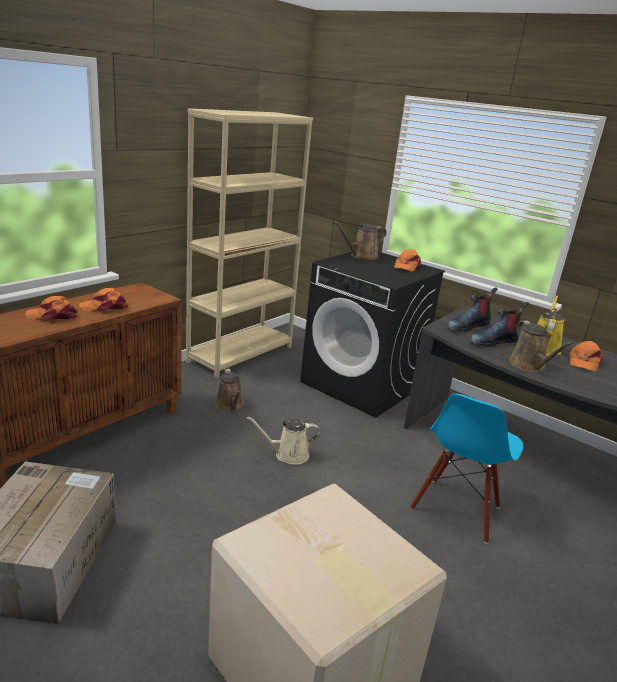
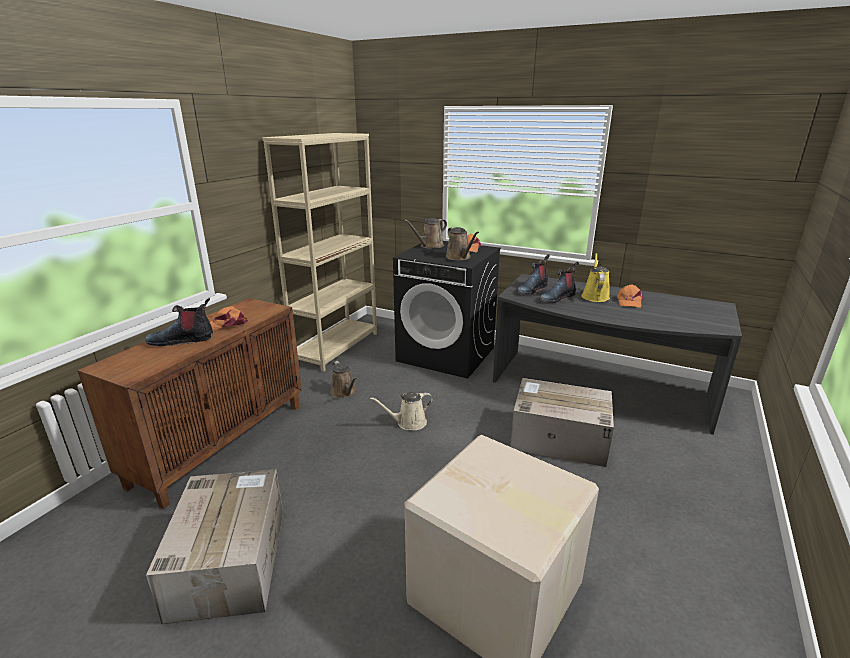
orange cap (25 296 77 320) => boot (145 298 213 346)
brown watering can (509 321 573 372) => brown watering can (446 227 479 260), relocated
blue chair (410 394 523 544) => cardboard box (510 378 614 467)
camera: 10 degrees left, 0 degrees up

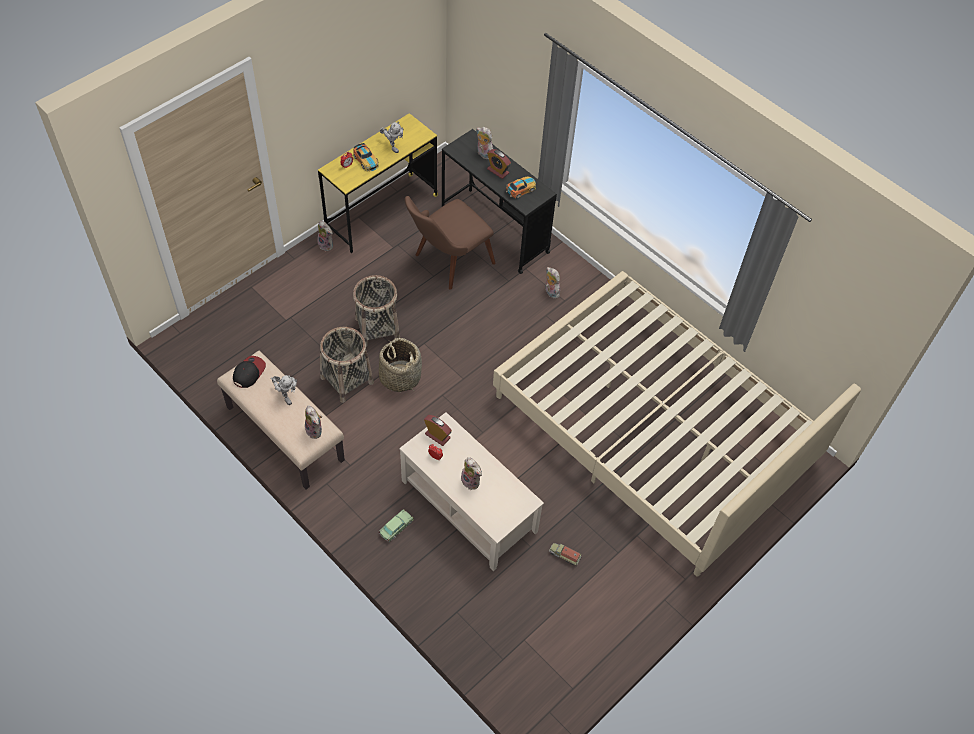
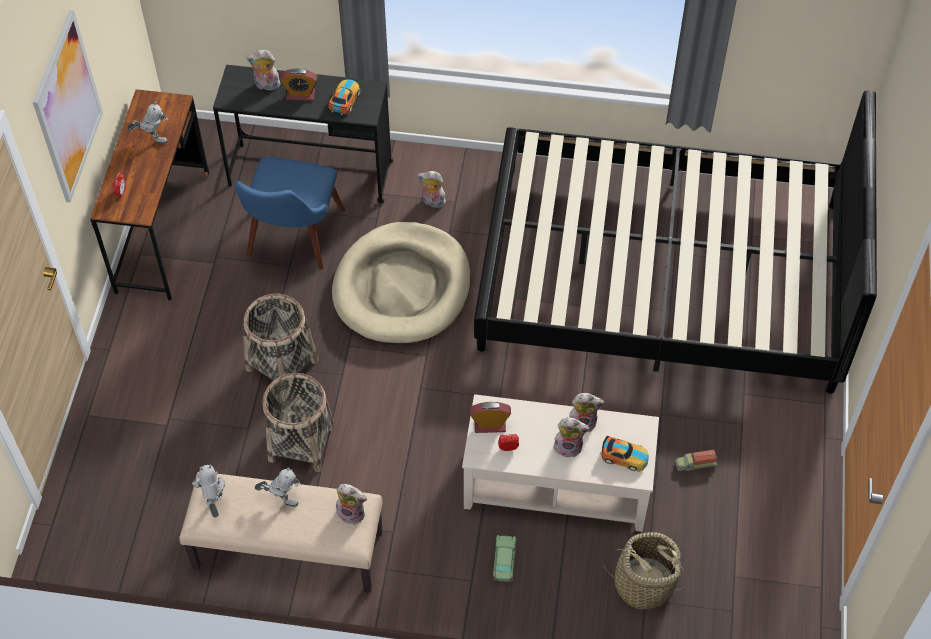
yellow desk (318 113 438 253) => brown desk (90 89 209 300)
toy car (353 143 379 172) => toy car (600 436 649 472), relocated
brown chair (405 196 496 290) => blue chair (234 157 345 269)
plush toy (317 221 333 251) => plush toy (569 393 604 432), relocated
beige bed (493 271 861 577) => black bed (474 91 877 394)
basket (379 338 422 392) => basket (602 532 686 610), relocated
cap (233 356 266 388) => toy robot (192 464 225 518)
nothing => picture (33 10 103 203)
nothing => beige dog bed (332 222 470 345)
camera: 35 degrees left, 0 degrees up

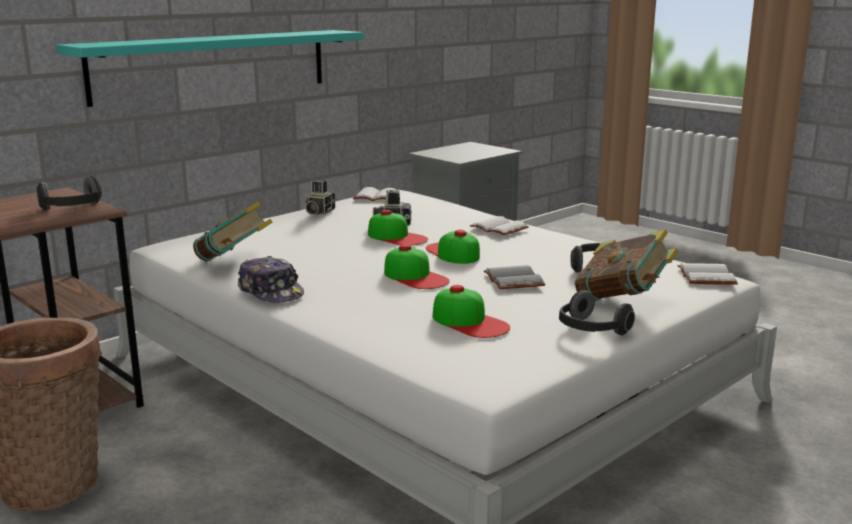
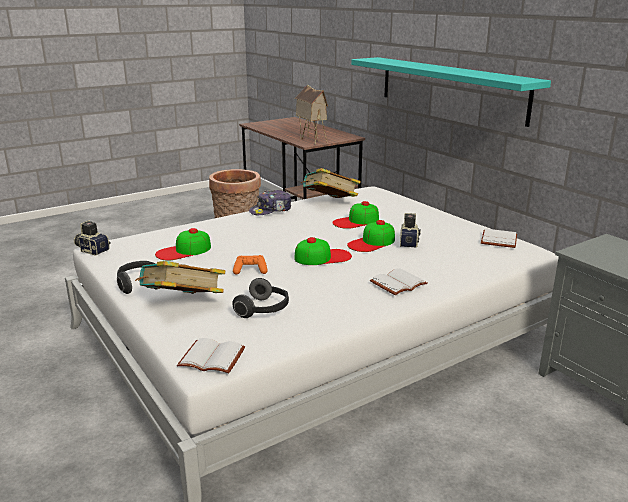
headphones (36 176 102 210) => toy house (295 84 328 145)
photo camera (305 180 335 215) => photo camera (74 220 111 256), relocated
cap (384 244 449 289) => cap (332 201 379 229), relocated
grey book (484 265 546 289) => orange game controller (233 255 268 275)
camera: 100 degrees right, 5 degrees up

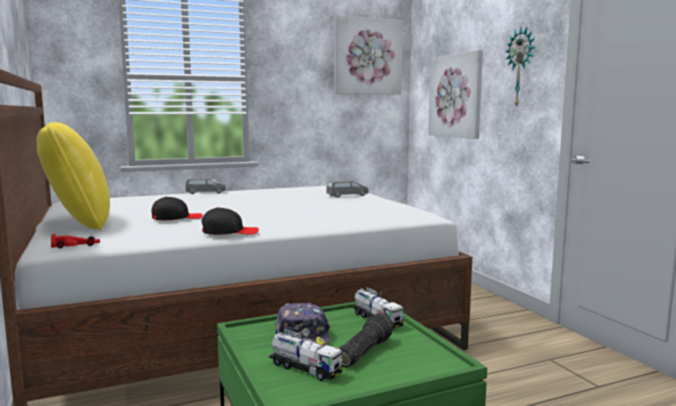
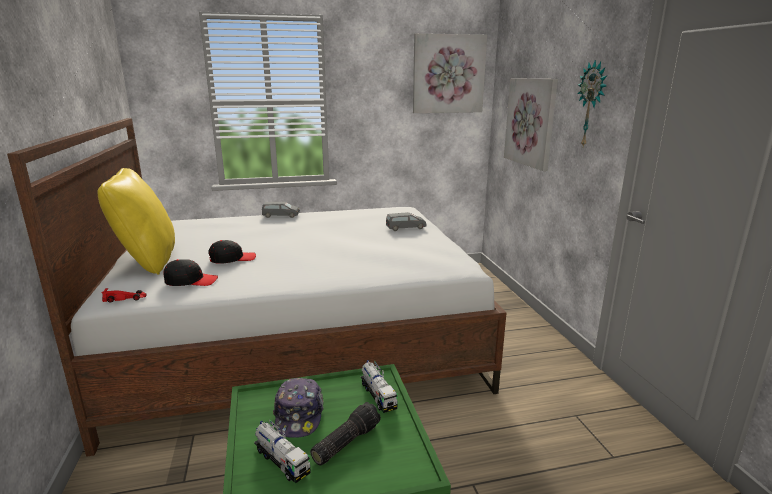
black cap (201 207 259 235) => black cap (163 259 218 286), relocated
camera: 10 degrees right, 10 degrees up

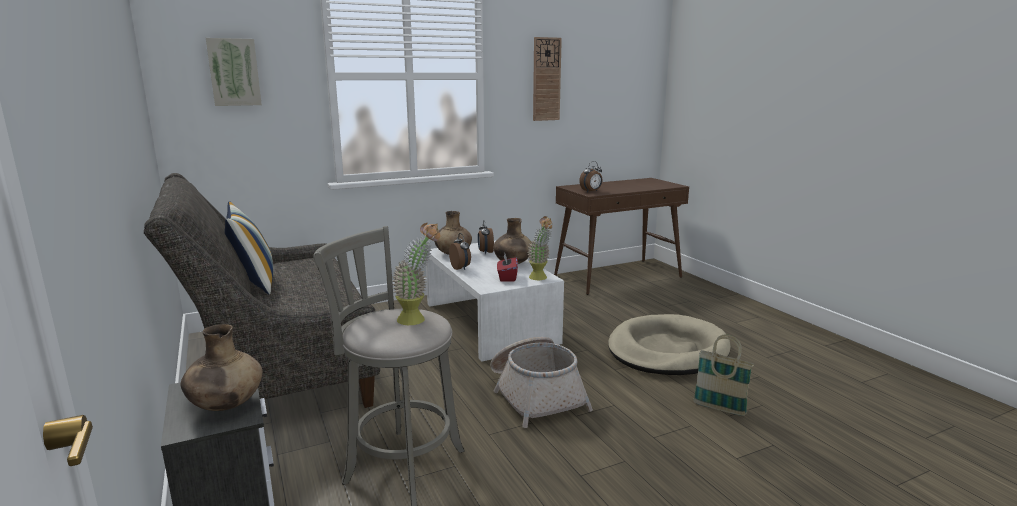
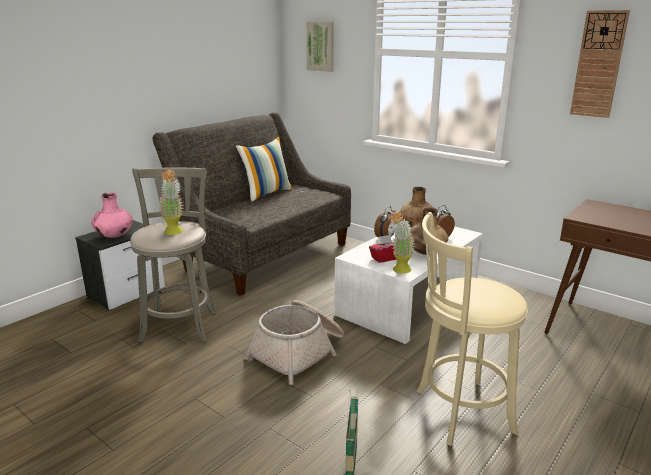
alarm clock (579 161 602 193) => nothing
beige dog bed (608 314 731 375) => beige stool (417 212 528 446)
brown vase (181 324 263 411) => pink vase (91 192 133 238)
camera: 65 degrees right, 5 degrees up

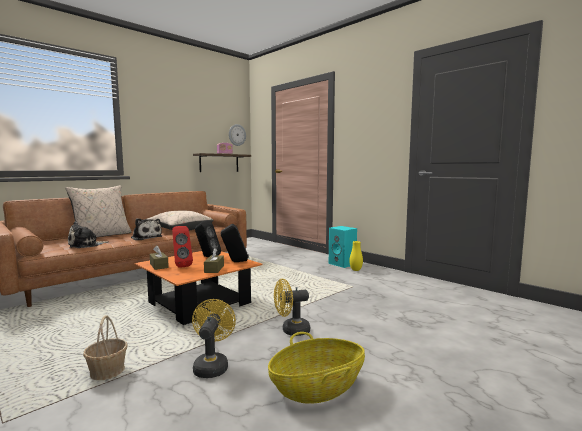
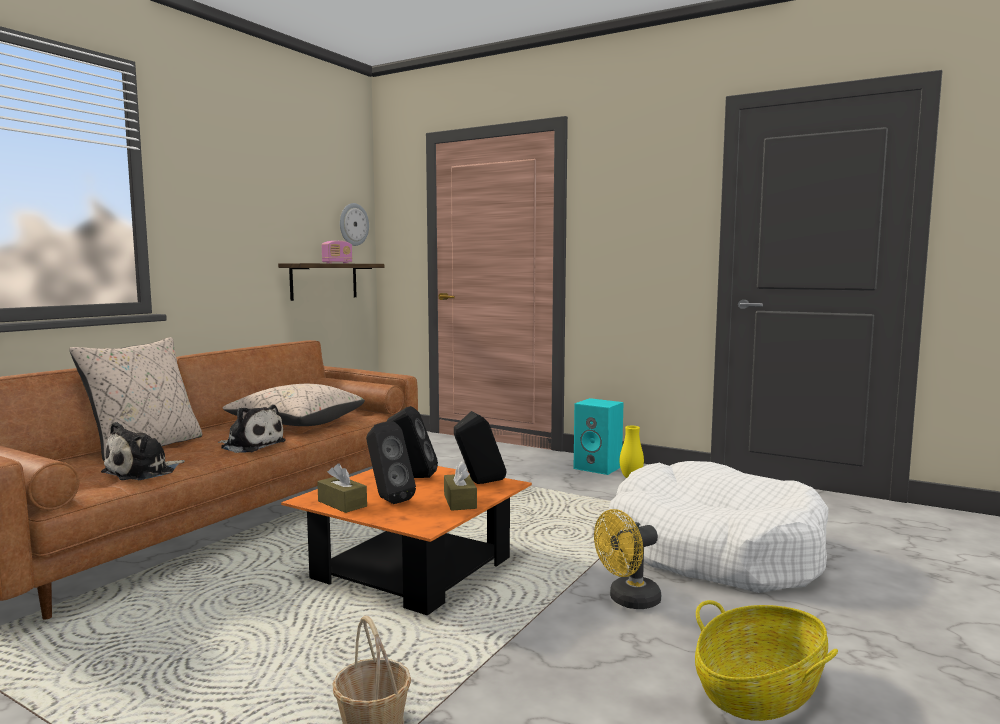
red speaker (172 226 193 268) => black speaker (366 422 416 504)
yellow fan (192 299 236 378) => nothing
nothing => white dog bed (609 461 829 593)
camera: 15 degrees left, 0 degrees up

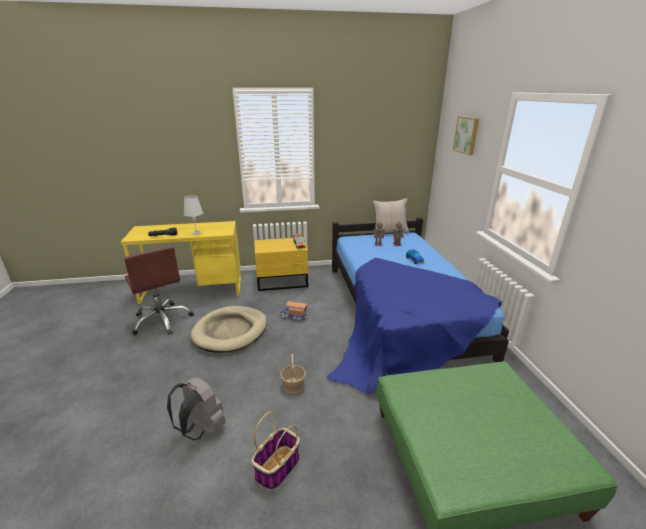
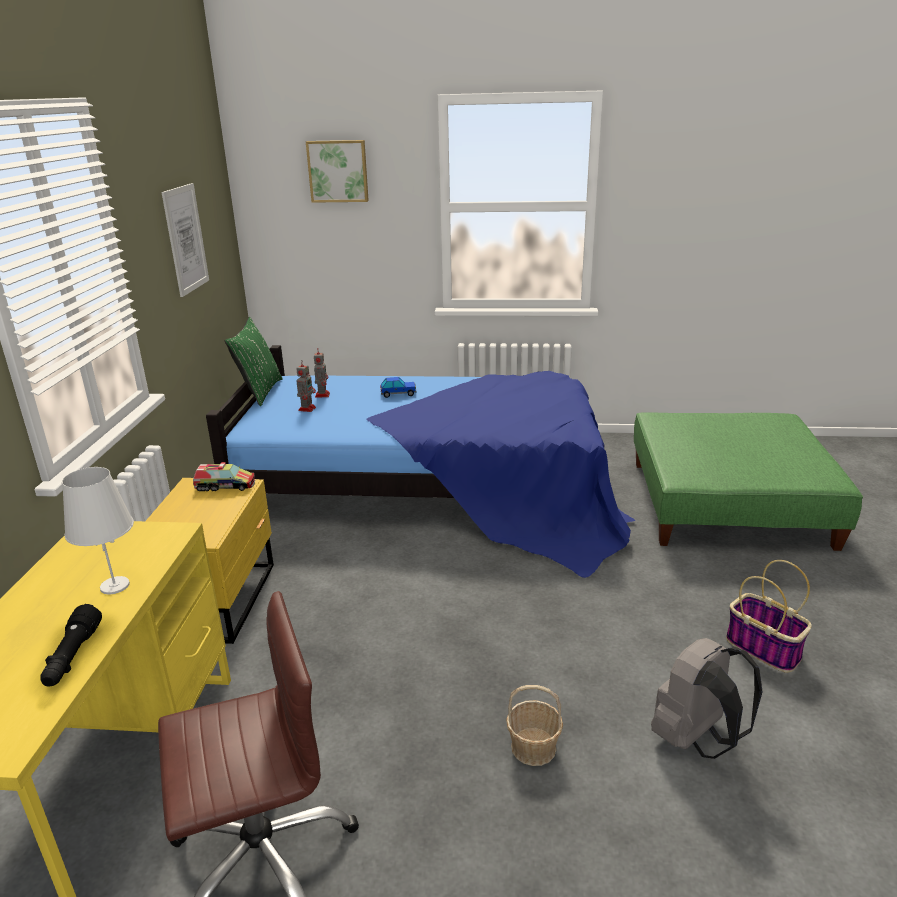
beige pillow (372 198 409 233) => green pillow (225 317 282 406)
toy truck (279 301 308 320) => nothing
beige dog bed (190 306 267 353) => nothing
basket (280 354 306 394) => basket (506 685 563 766), relocated
nothing => picture (161 183 209 297)
camera: 75 degrees left, 0 degrees up

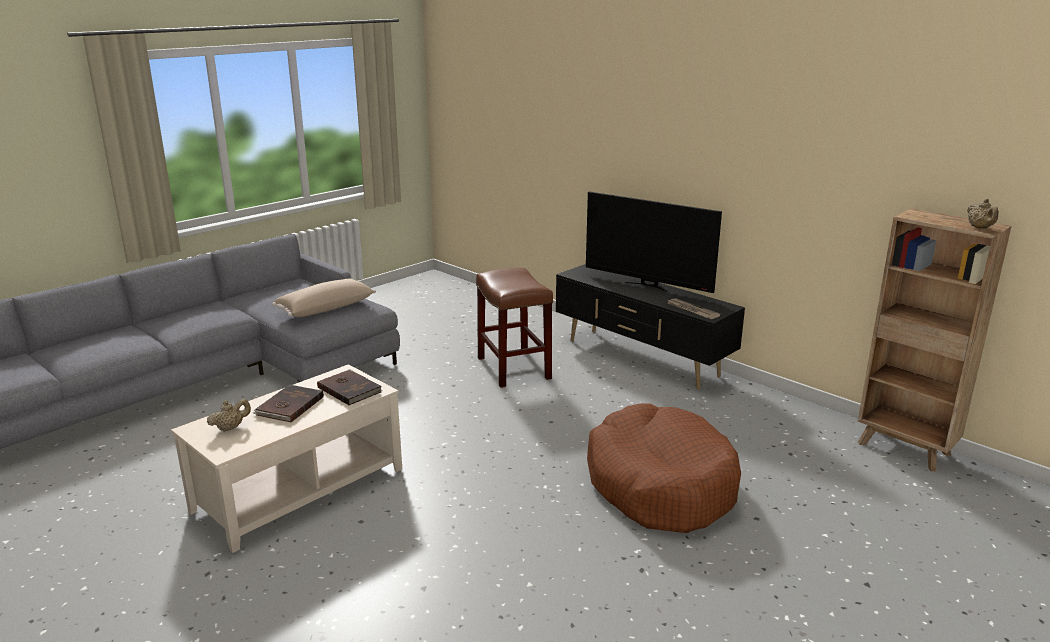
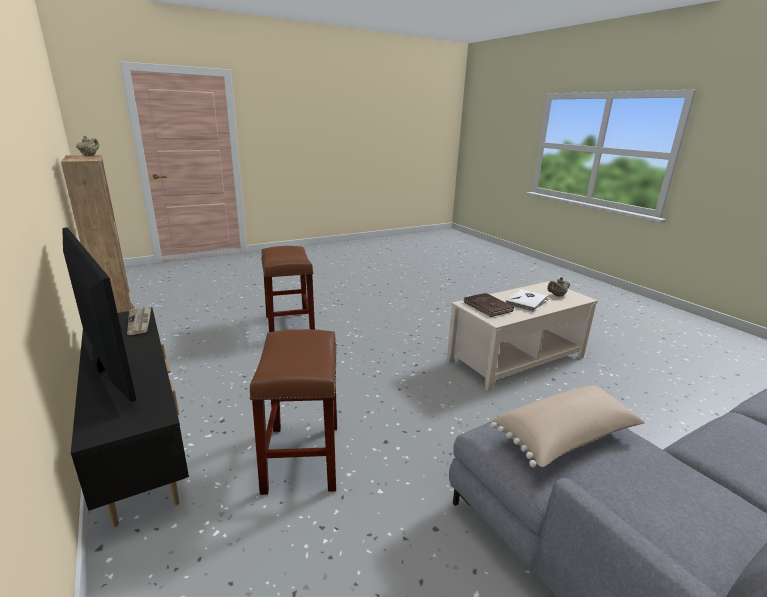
brown book (253 385 324 422) => white book (506 289 549 312)
brown dog bed (587 403 741 533) => brown stool (261 246 315 332)
camera: 165 degrees left, 0 degrees up

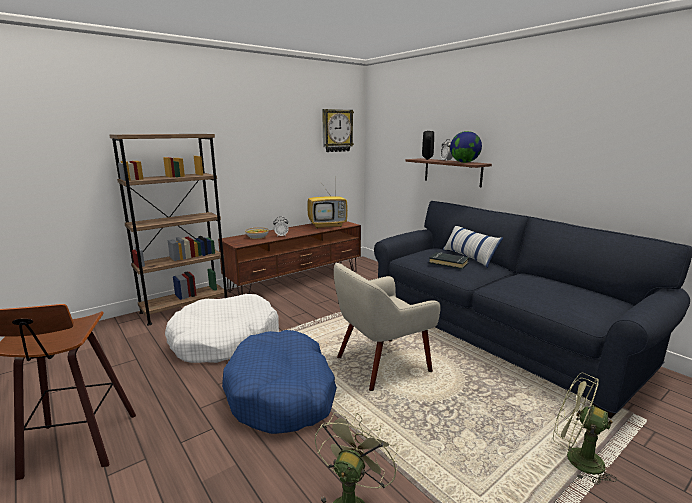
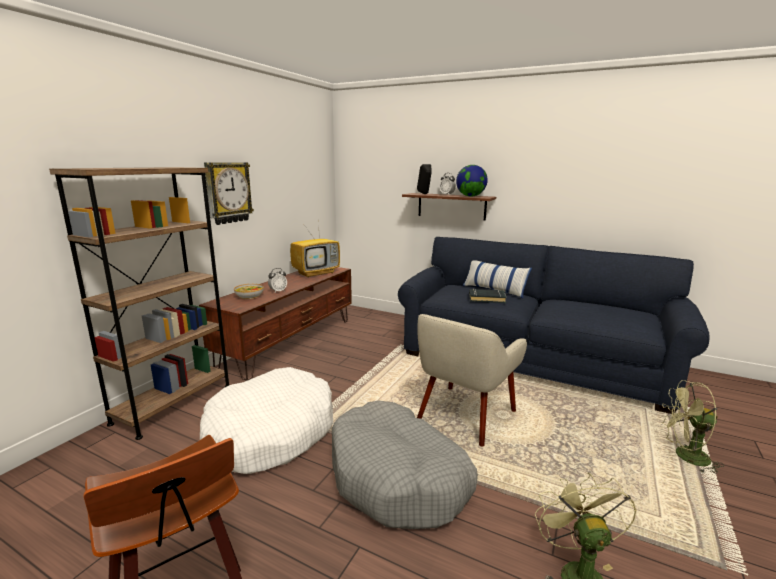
wall clock (322 109 354 152) => wall clock (204 162 254 225), relocated
blue dog bed (222 330 337 434) => grey dog bed (332 401 478 529)
camera: 25 degrees left, 0 degrees up

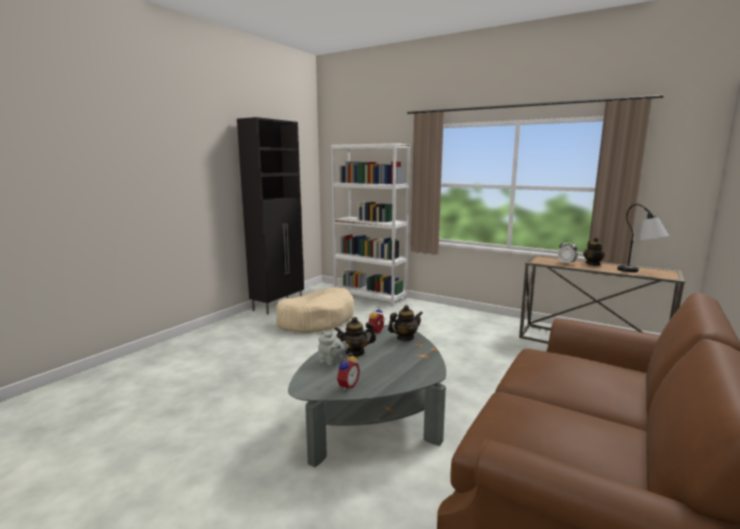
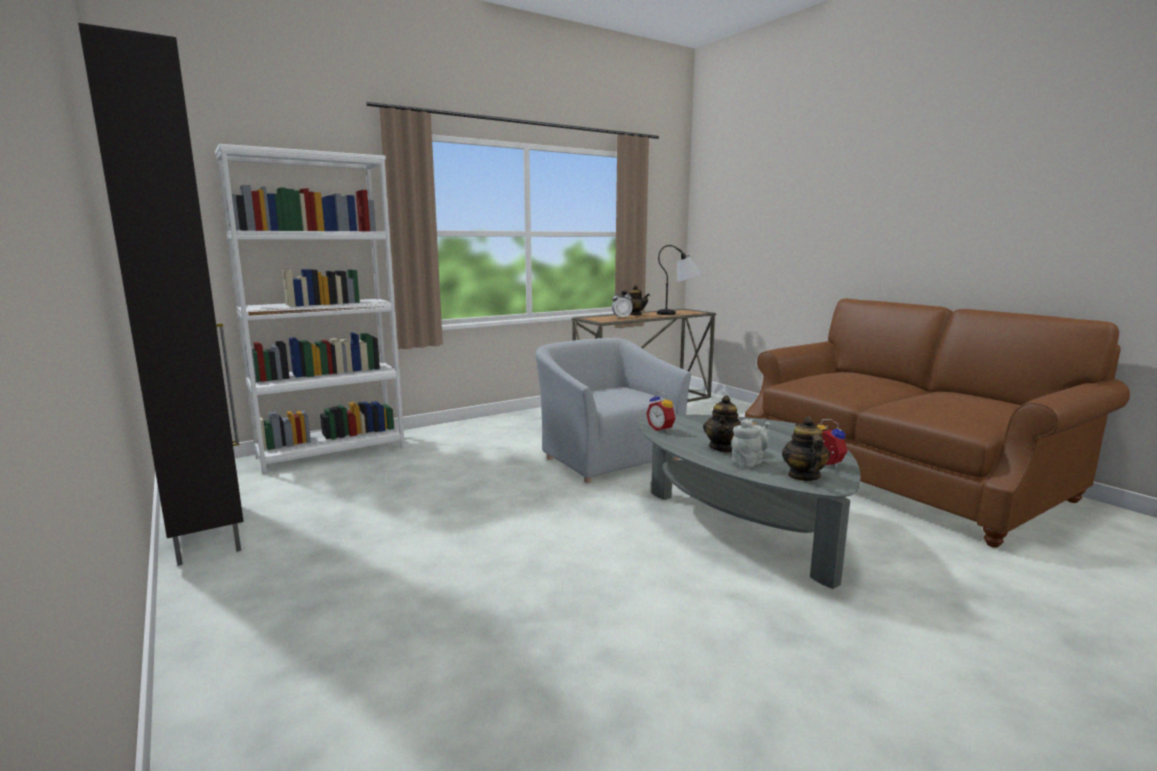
beige dog bed (276 287 354 333) => nothing
teapot (388 305 423 341) => teapot (782 417 830 481), relocated
nothing => grey armchair (536 338 691 483)
camera: 65 degrees left, 0 degrees up

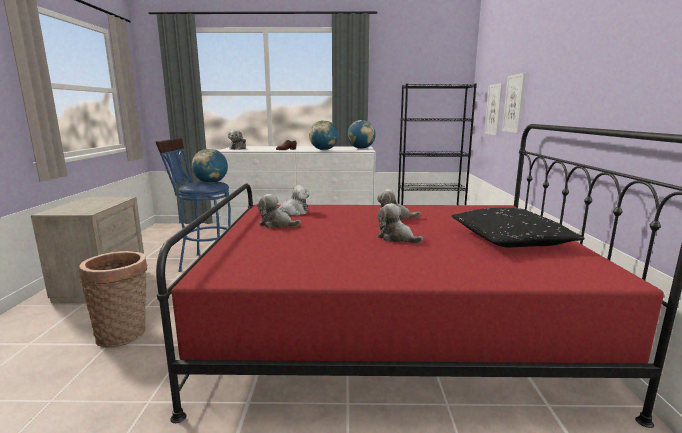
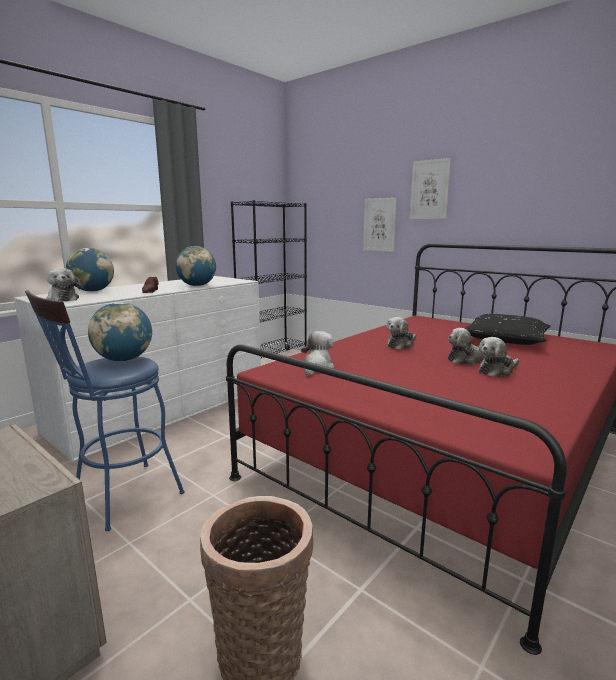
picture (484 83 503 136) => picture (410 158 451 219), relocated
globe (347 120 376 149) => globe (66 248 114 292), relocated
plush toy (257 194 301 228) => plush toy (478 337 520 377), relocated
camera: 50 degrees left, 0 degrees up

